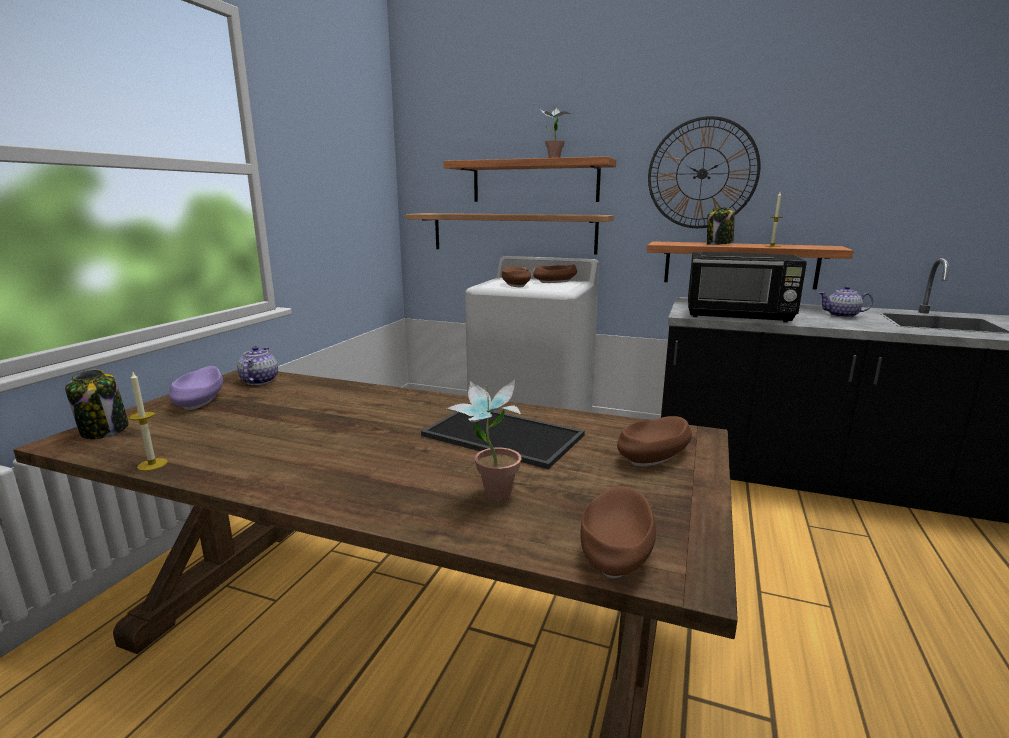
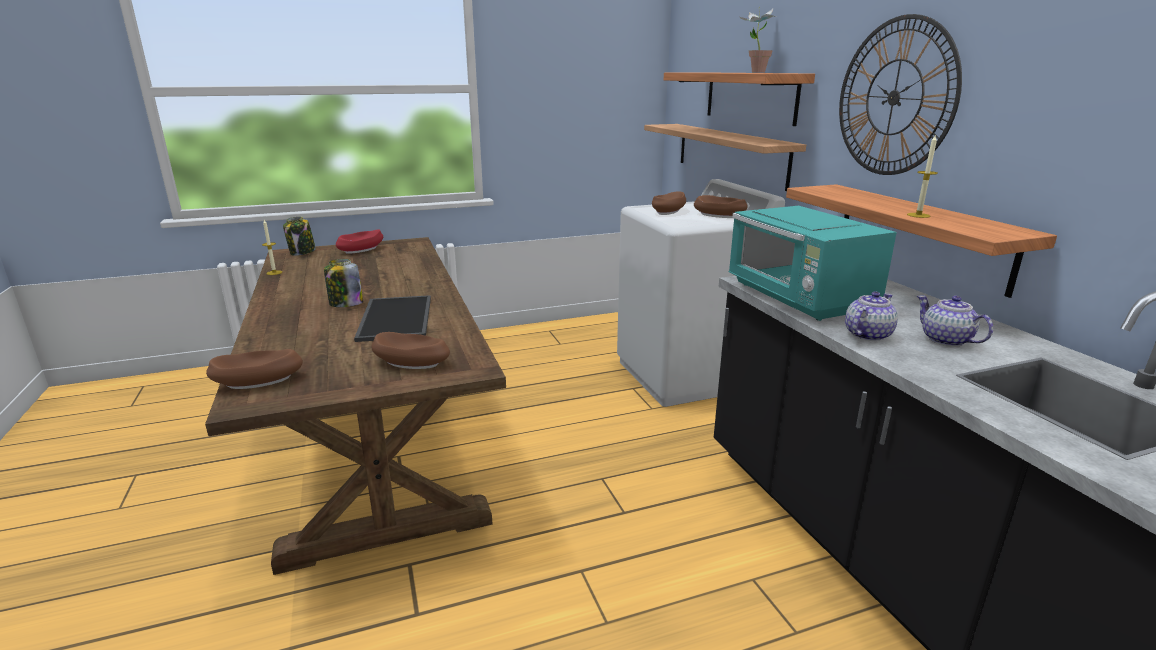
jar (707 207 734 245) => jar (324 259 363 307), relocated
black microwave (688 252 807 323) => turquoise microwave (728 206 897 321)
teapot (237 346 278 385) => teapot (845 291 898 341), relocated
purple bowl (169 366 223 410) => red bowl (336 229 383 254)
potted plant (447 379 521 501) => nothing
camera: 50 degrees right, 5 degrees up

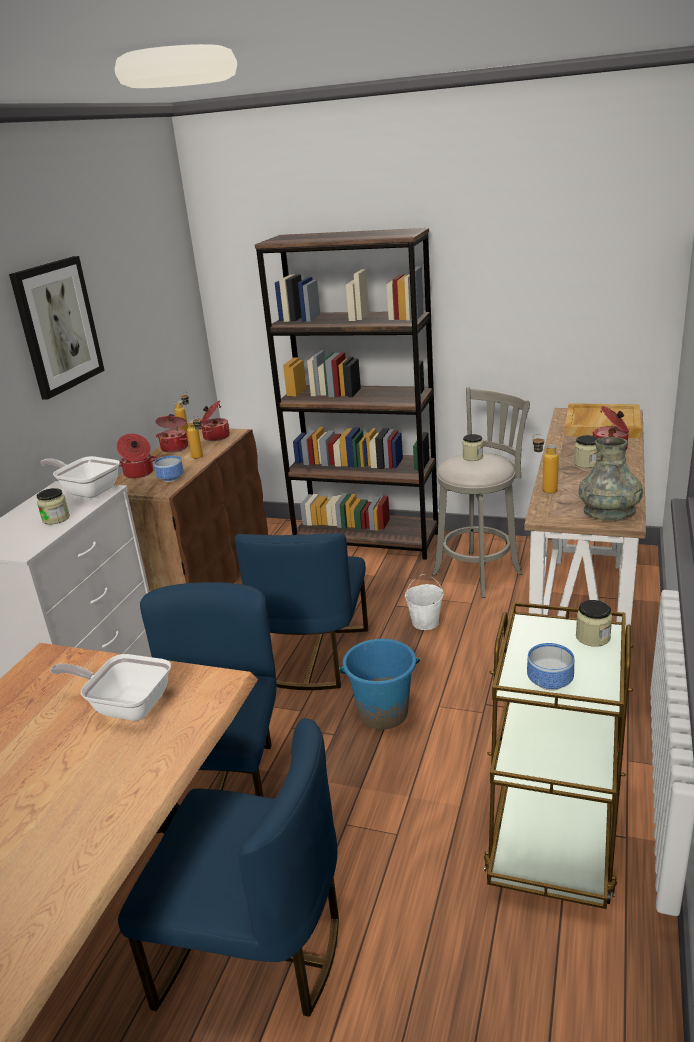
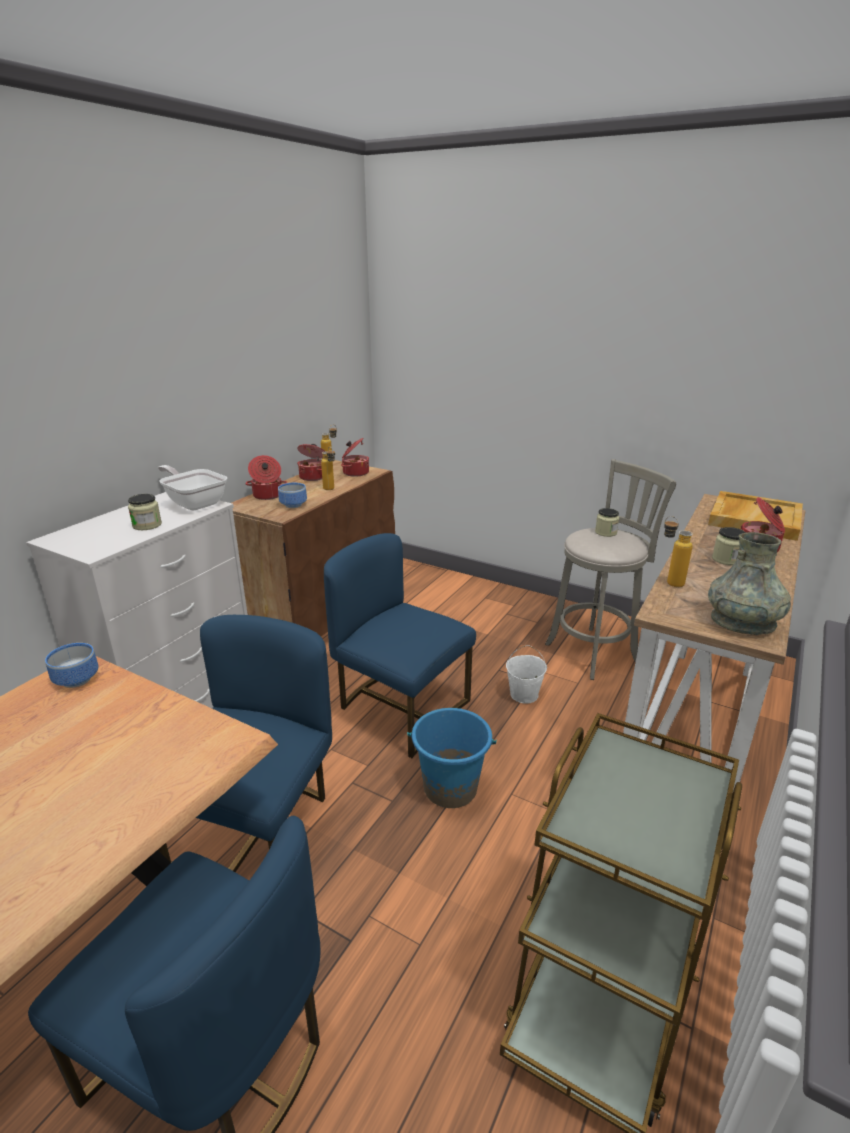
brown bookcase (255 228 438 560) => nothing
picture (9 256 105 400) => nothing
blue chair (235 533 368 690) => blue chair (324 533 476 758), 105 degrees clockwise
jar (576 600 612 647) => nothing
bowl (527 643 574 691) => bowl (45 643 98 688), relocated
frying pan (50 654 171 721) => nothing
camera: 10 degrees right, 0 degrees up

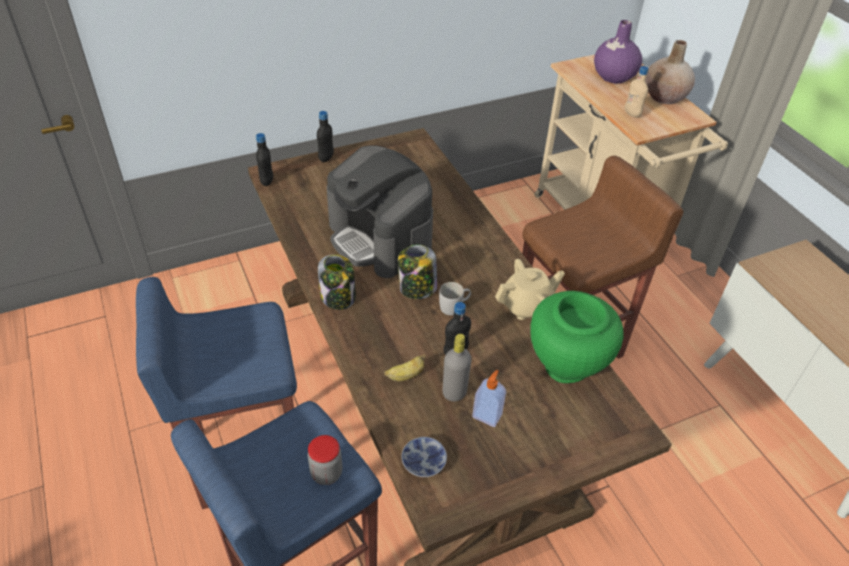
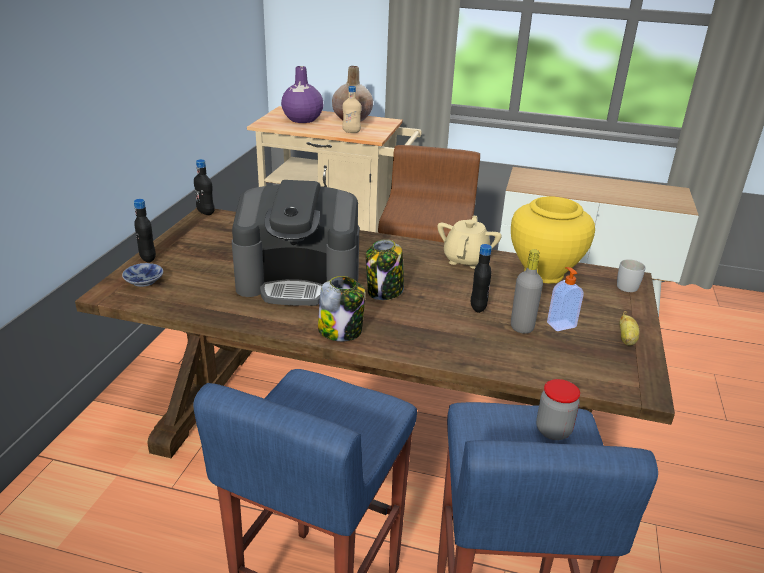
black bottle (256 133 273 186) => black bottle (194 159 215 215), relocated
white mug (439 282 471 315) => white mug (617 259 645 292), relocated
green vase (530 291 624 383) => yellow vase (511 196 595 284)
banana (384 354 426 381) => banana (620 311 639 346), relocated
bowl (401 437 447 477) => bowl (122 263 163 287), relocated
camera: 50 degrees left, 15 degrees down

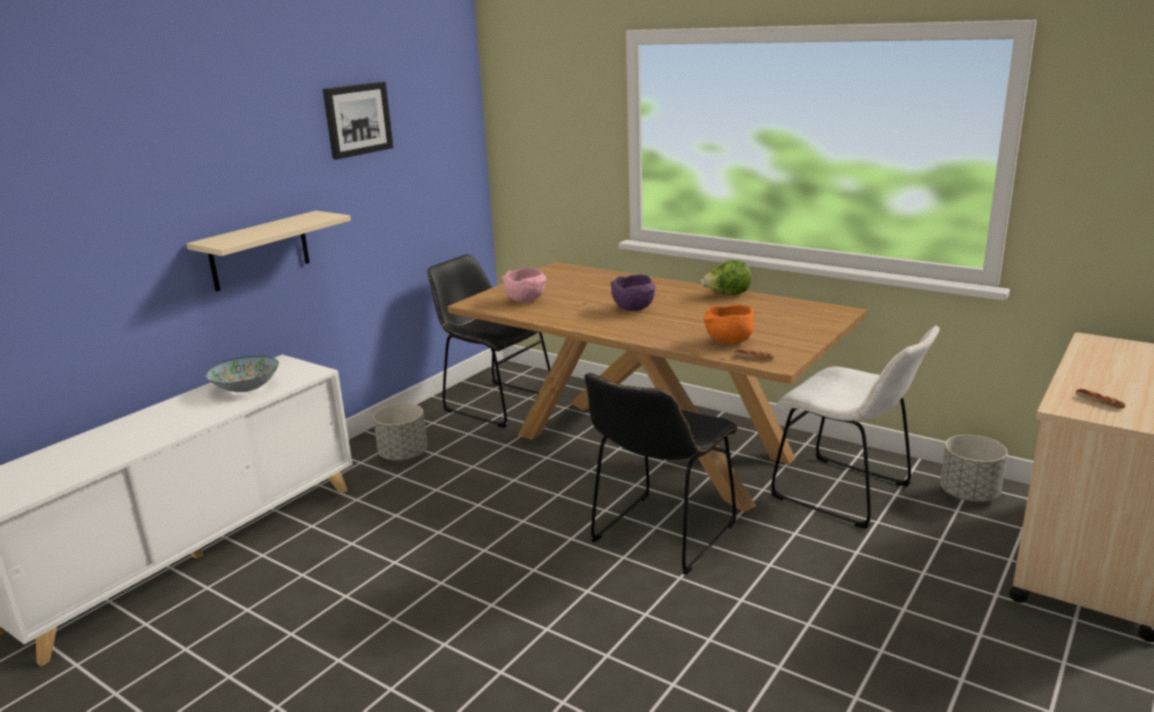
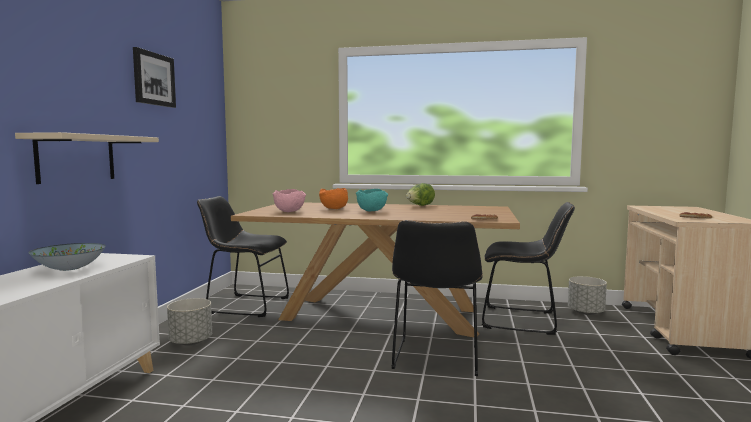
purple bowl (611 275 656 311) => turquoise bowl (356 189 388 211)
orange bowl (703 304 754 344) => orange bowl (319 188 348 209), relocated
white chair (771 326 939 529) => black chair (482 202 575 335)
camera: 25 degrees left, 15 degrees down

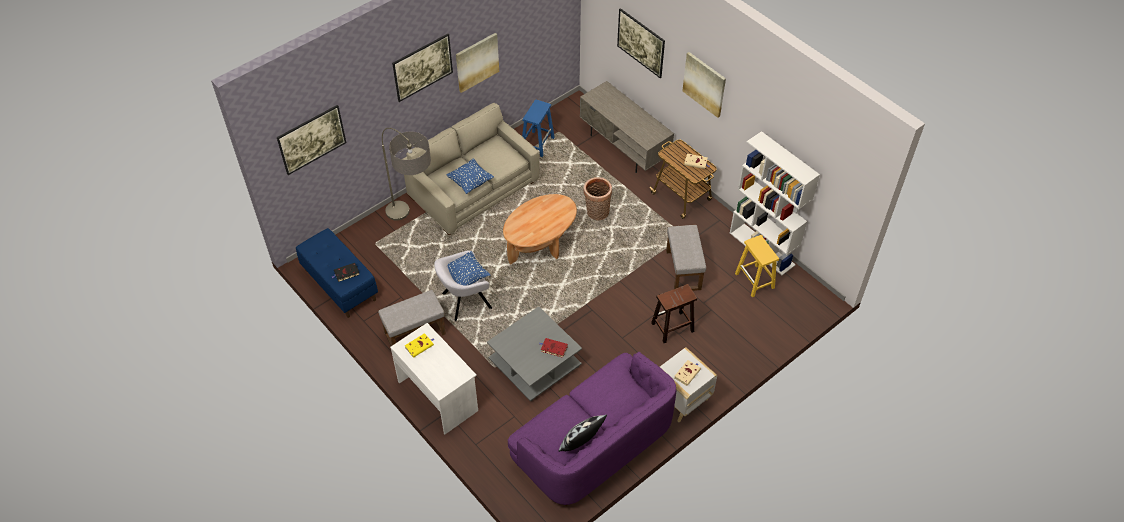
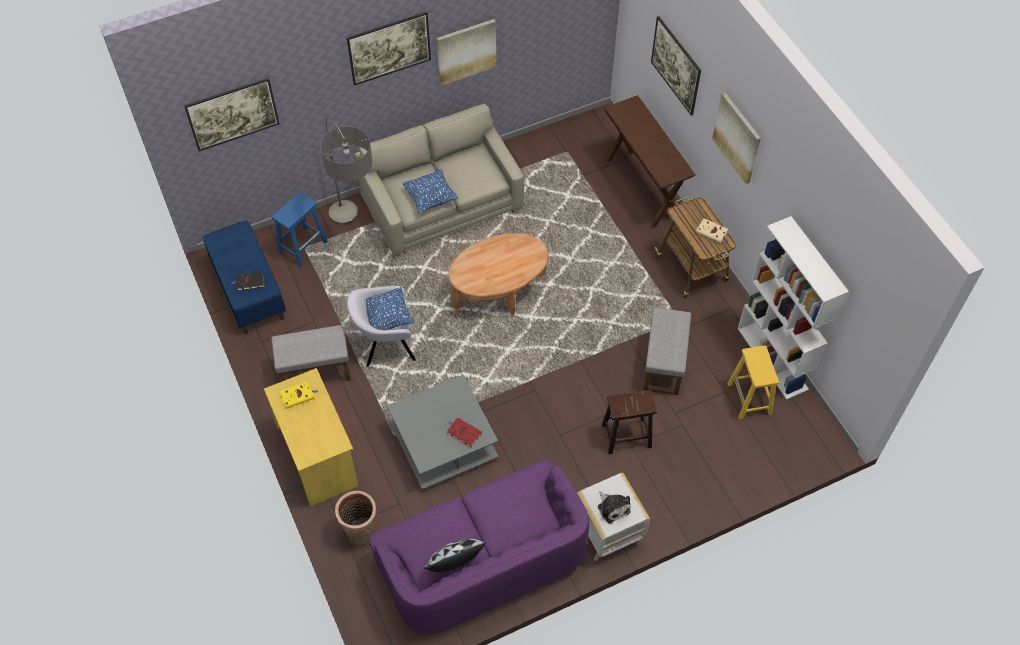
grey tv stand (580 81 674 173) => brown console table (604 95 696 228)
blue stool (522 99 555 157) => blue stool (272 192 328 267), relocated
basket (583 177 612 221) => basket (335 491 379 546), relocated
white desk (390 323 478 434) => yellow desk (264 368 358 506)
beige book (674 360 701 386) => plush toy (598 492 631 524)
camera: 15 degrees right, 5 degrees up

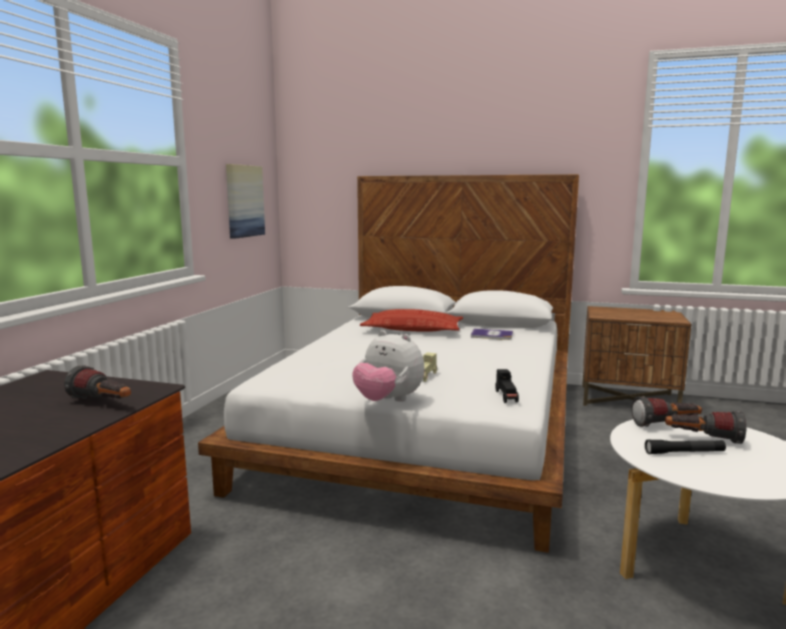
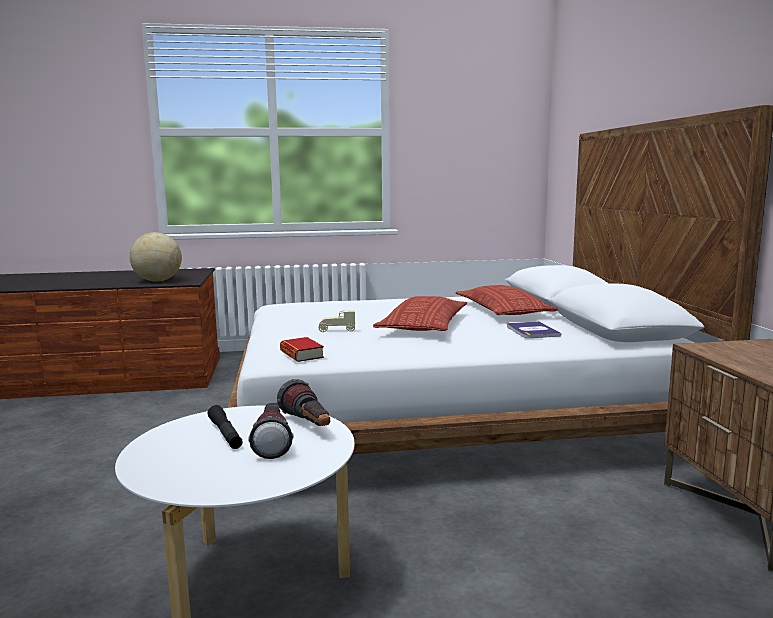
picture (226 164 265 239) => nothing
plush toy (352 330 424 402) => nothing
flashlight (64 365 131 399) => globe (129 232 182 282)
black toy car (495 369 519 403) => book (280 337 324 362)
nothing => pillow (373 296 467 331)
camera: 65 degrees right, 0 degrees up

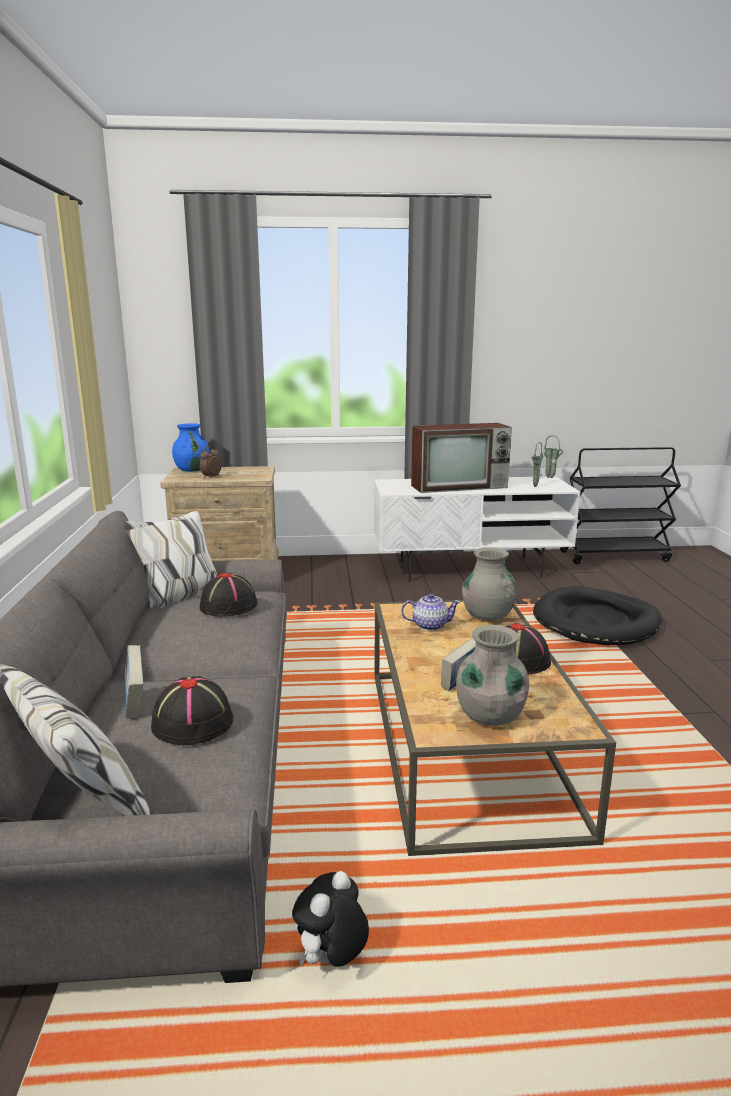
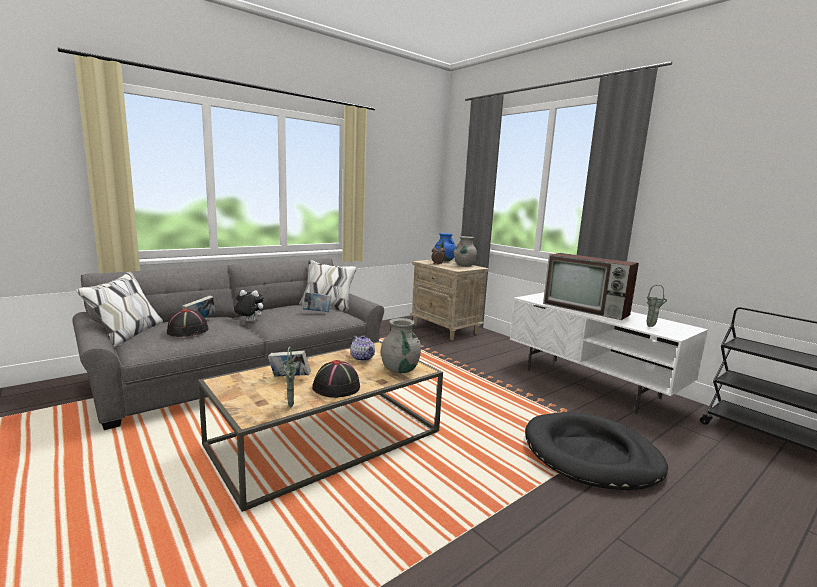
green vase (544 435 563 478) => green vase (283 347 298 408), relocated
black hat (200 573 258 616) => book (302 292 331 312)
grey vase (456 625 529 726) => grey vase (454 236 477 266), relocated
plush toy (292 871 369 967) => plush toy (233 290 264 322), relocated
camera: 55 degrees right, 5 degrees down

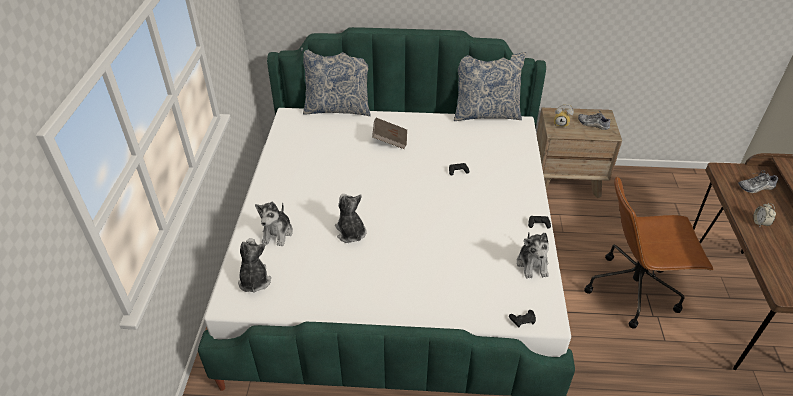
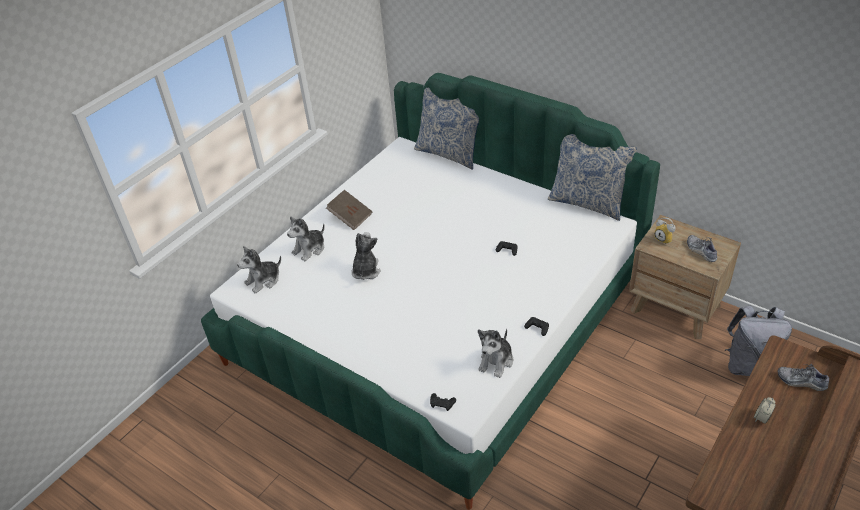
brown book (372 118 407 149) => brown book (326 190 372 230), relocated
brown office chair (584 176 714 329) => nothing
plush toy (238 238 271 292) => plush toy (237 246 281 294), 150 degrees counterclockwise
nothing => grey backpack (724 306 792 376)
camera: 35 degrees right, 0 degrees up

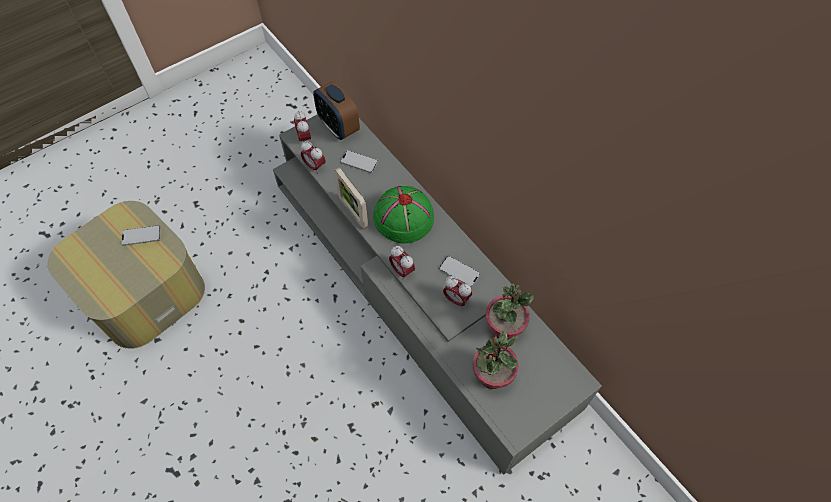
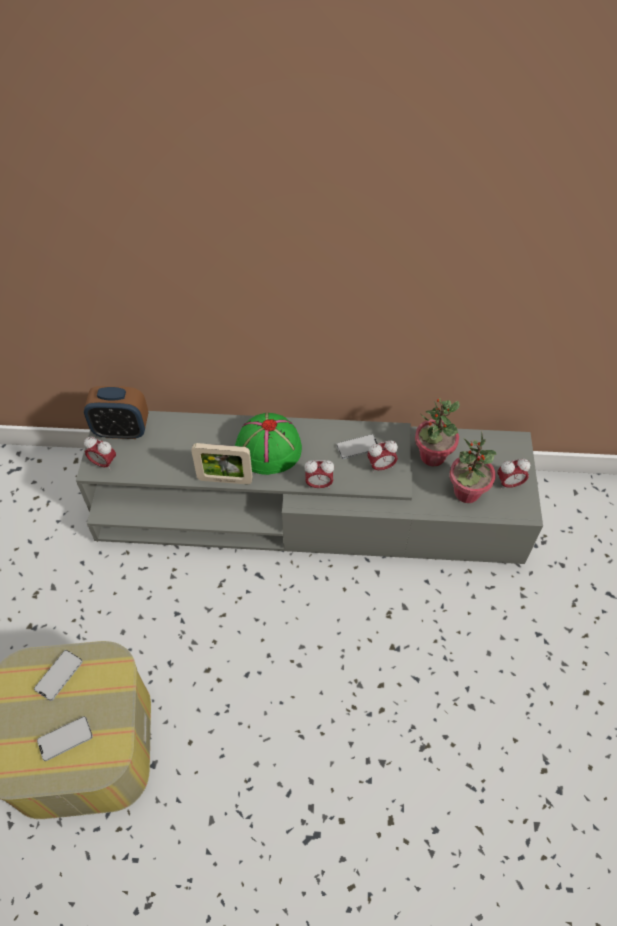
alarm clock (301 141 325 174) => alarm clock (498 459 530 489), relocated
phone (340 150 378 173) => phone (37 716 93 761), relocated
camera: 50 degrees left, 5 degrees down

